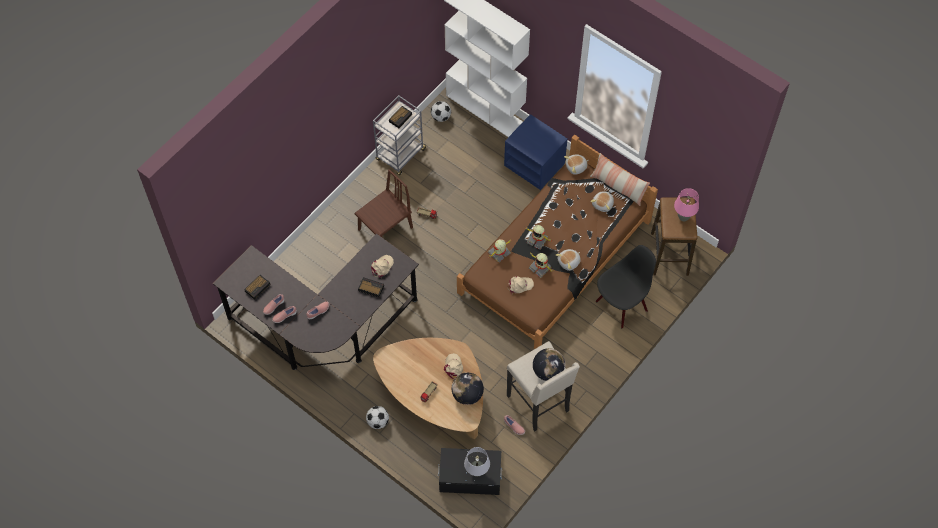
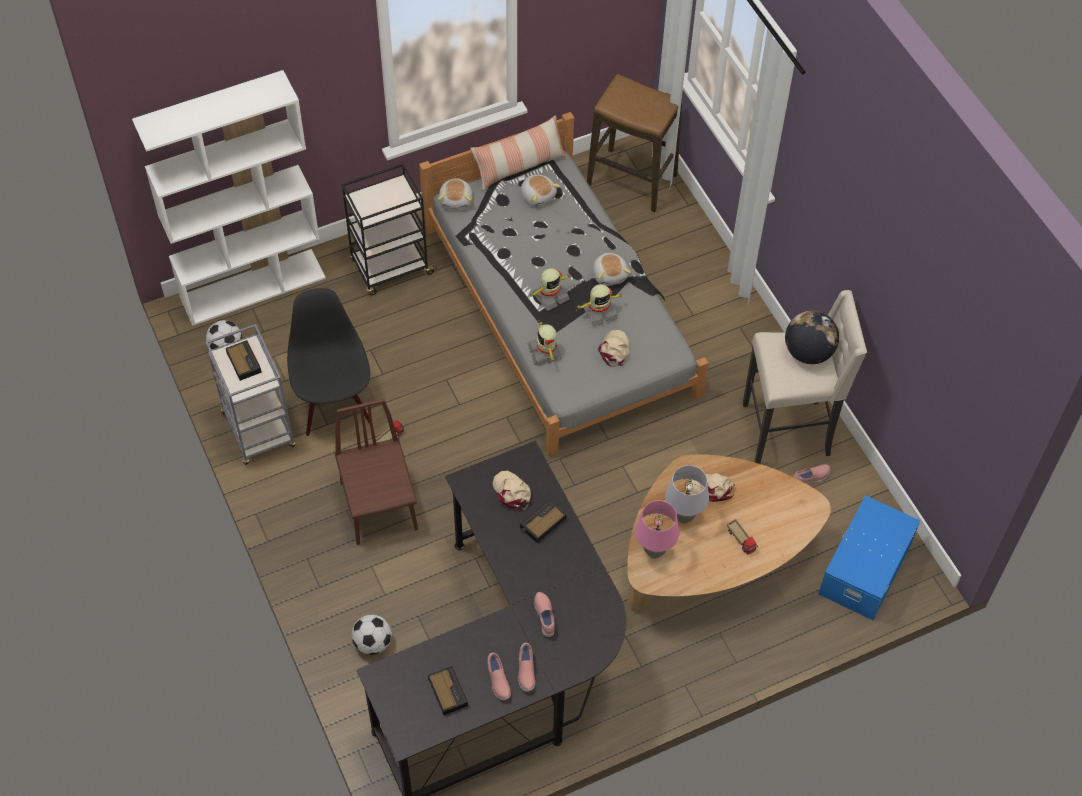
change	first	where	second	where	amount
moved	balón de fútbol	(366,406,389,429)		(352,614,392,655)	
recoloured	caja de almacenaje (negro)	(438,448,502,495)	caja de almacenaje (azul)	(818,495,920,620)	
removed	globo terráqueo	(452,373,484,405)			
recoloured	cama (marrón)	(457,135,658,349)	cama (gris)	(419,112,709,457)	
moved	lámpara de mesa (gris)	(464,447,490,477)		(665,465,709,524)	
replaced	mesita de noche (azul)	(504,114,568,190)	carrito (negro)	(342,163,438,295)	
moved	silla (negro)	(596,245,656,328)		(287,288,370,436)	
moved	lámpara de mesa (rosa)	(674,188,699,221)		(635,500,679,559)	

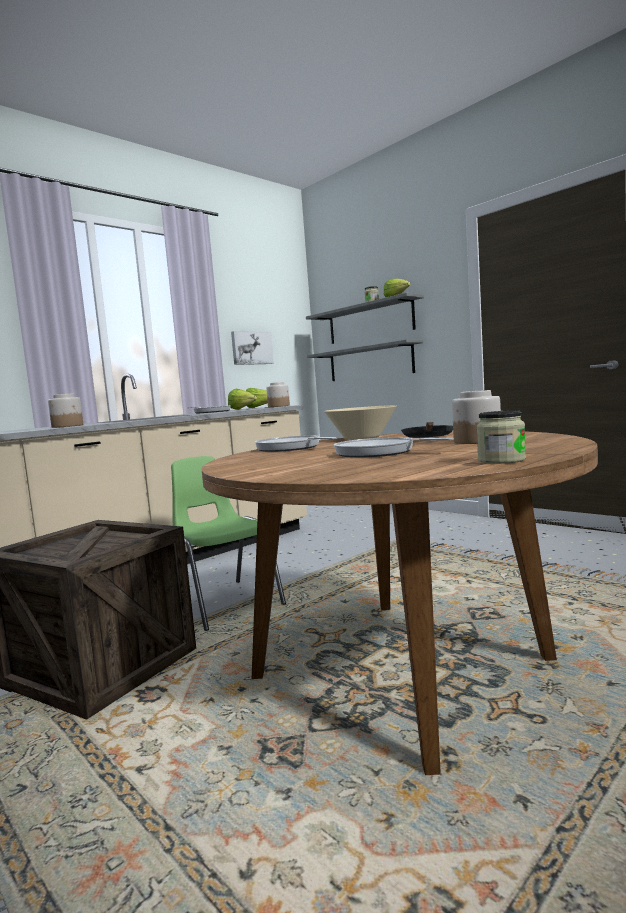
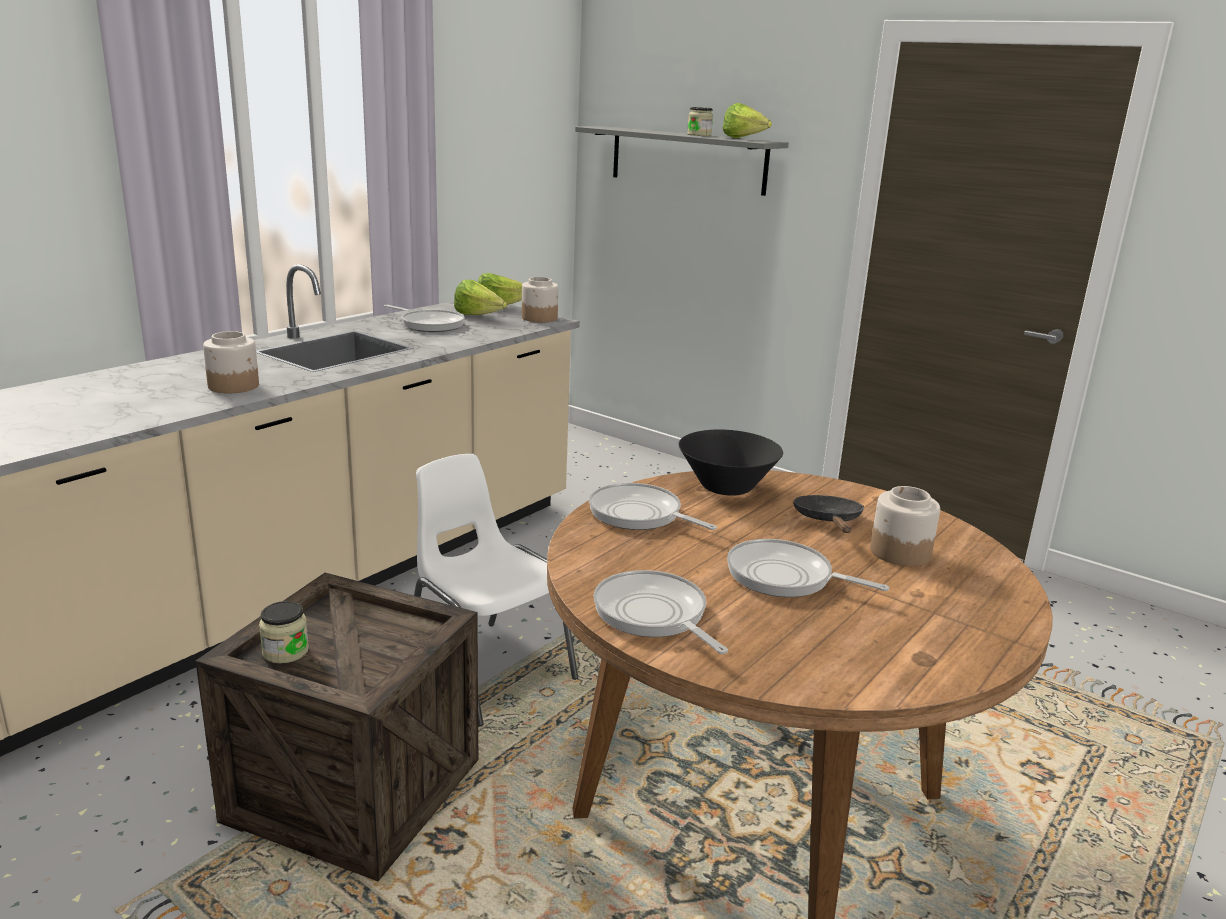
change	first	where	second	where	amount
recoloured	silla (verde)	(171,456,286,631)	silla (blanco)	(414,454,578,726)	
removed	cuadro	(231,331,274,365)			
removed	estante (gris)	(307,339,423,381)			
recoloured	cuenco (beis)	(324,405,397,440)	cuenco (negro)	(679,429,783,496)	
moved	tarro	(476,410,526,464)		(259,601,309,663)	
added			sartén	(593,570,728,654)	

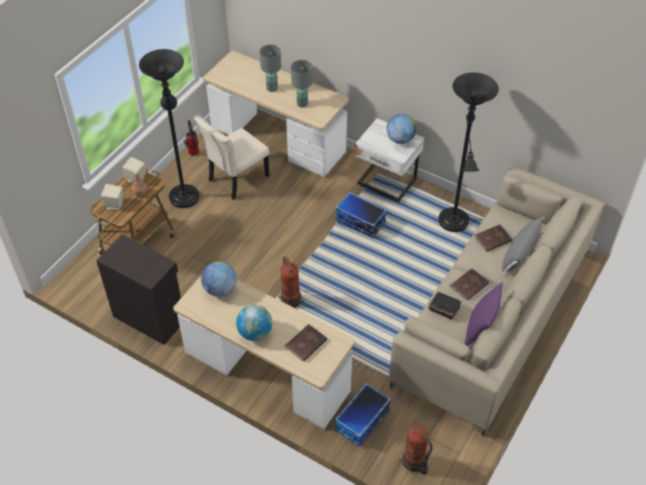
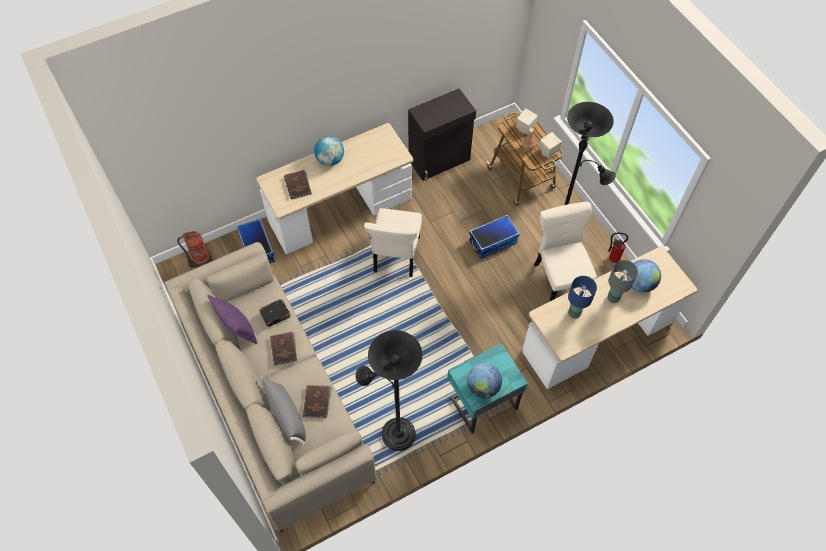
change	first	where	second	where	amount
moved	globo terráqueo	(201,262,237,297)		(627,259,661,292)	
replaced	extintor	(278,256,304,308)	silla (beis)	(364,208,422,277)	
recoloured	lámpara de mesa (gris)	(291,60,312,108)	lámpara de mesa (azul)	(568,276,597,318)	
moved	caja de almacenaje	(336,192,387,238)		(469,215,520,259)	
recoloured	mesita de noche (blanco)	(355,118,424,202)	mesita de noche (turquesa)	(448,343,528,433)	

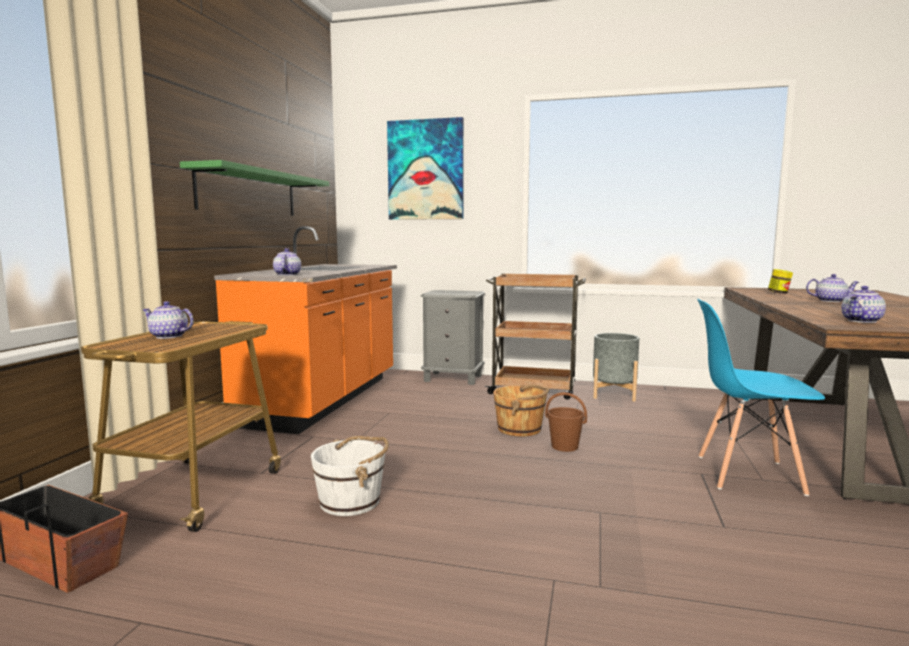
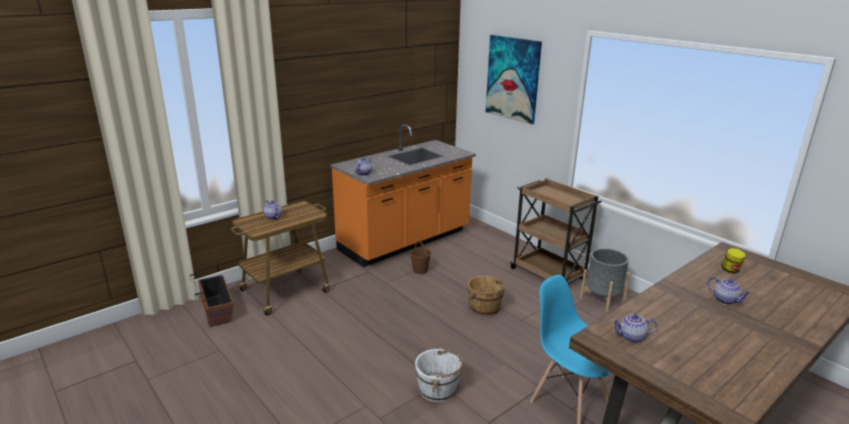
change	first	where	second	where	amount
removed	estante (verde)	(180,160,329,216)			
moved	cubo (blanco)	(311,436,389,516)		(415,347,464,402)	
removed	mesita de noche (gris)	(421,290,485,385)			
moved	cubo (marrón)	(545,392,587,452)		(410,241,431,274)	

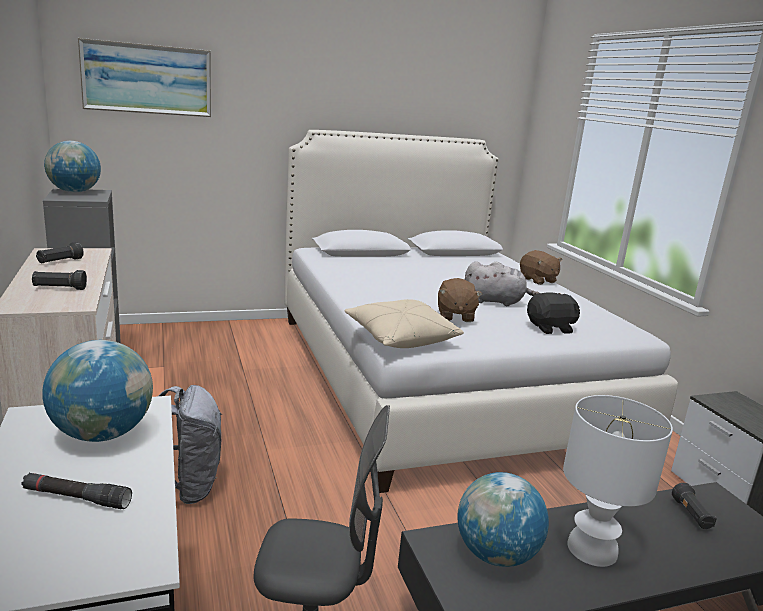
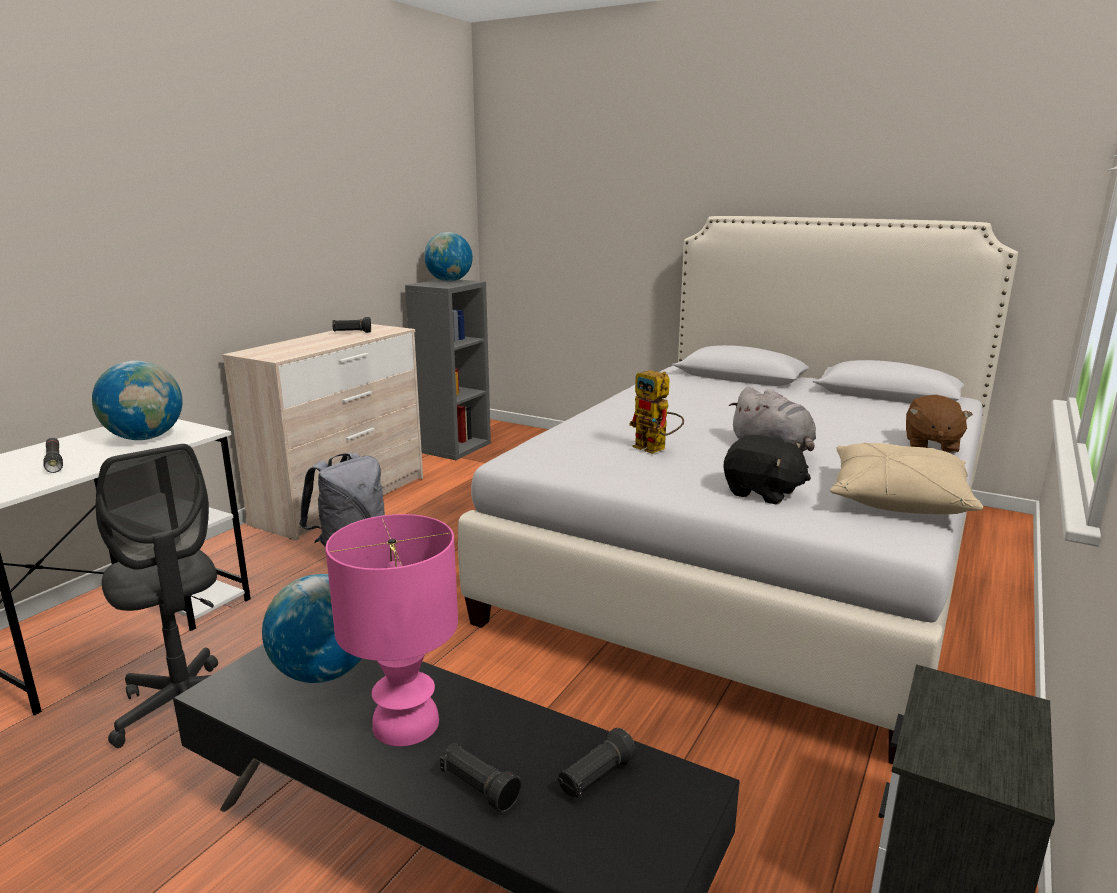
change	first	where	second	where	amount
moved	linterna (negro)	(32,270,87,290)		(440,743,521,812)	
removed	cuadro	(78,38,211,117)			
moved	cojín (beis)	(344,299,464,348)		(830,442,983,514)	
replaced	peluche (marrón)	(438,278,482,322)	robot de juguete	(629,370,684,454)	
recoloured	lámpara de mesa (blanco)	(563,395,673,567)	lámpara de mesa (rosa)	(325,514,458,746)	

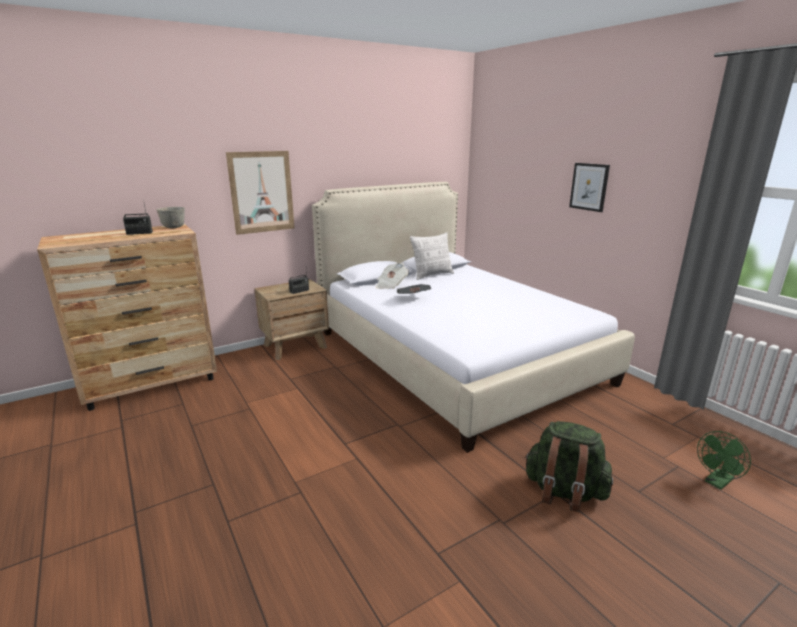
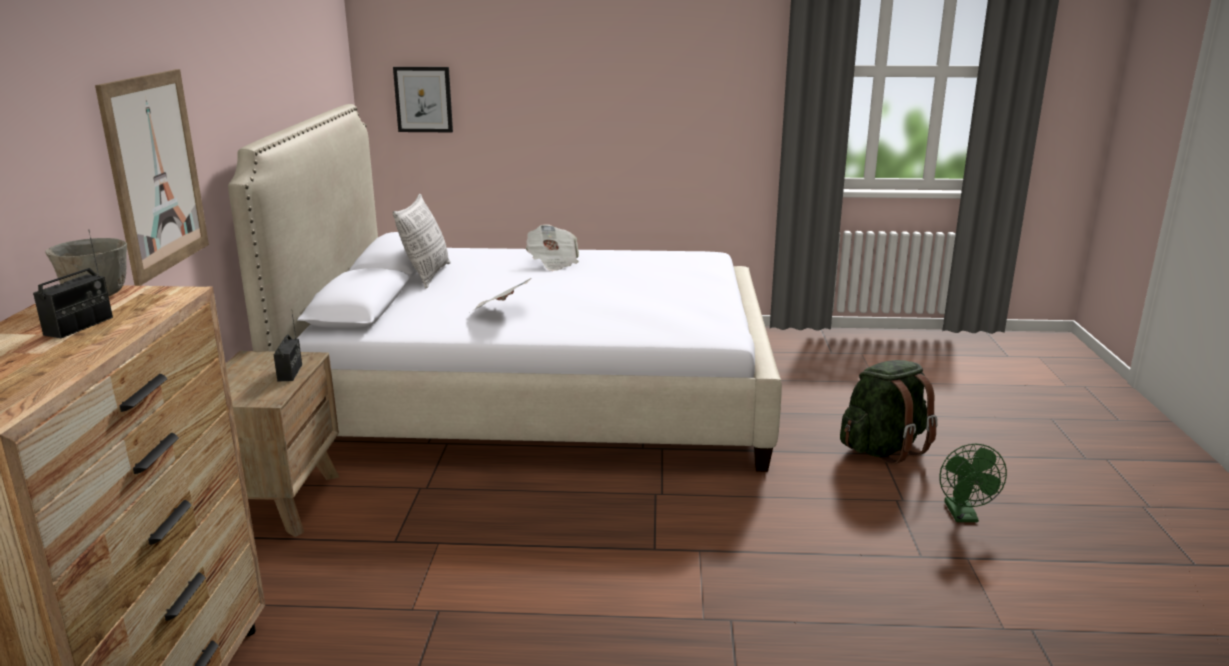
change	first	where	second	where	amount
moved	periódico	(375,263,409,289)		(526,224,579,271)	
moved	cuadro	(569,163,610,212)		(393,67,453,132)	
moved	ventilador (verde)	(697,431,751,490)		(939,444,1007,522)	

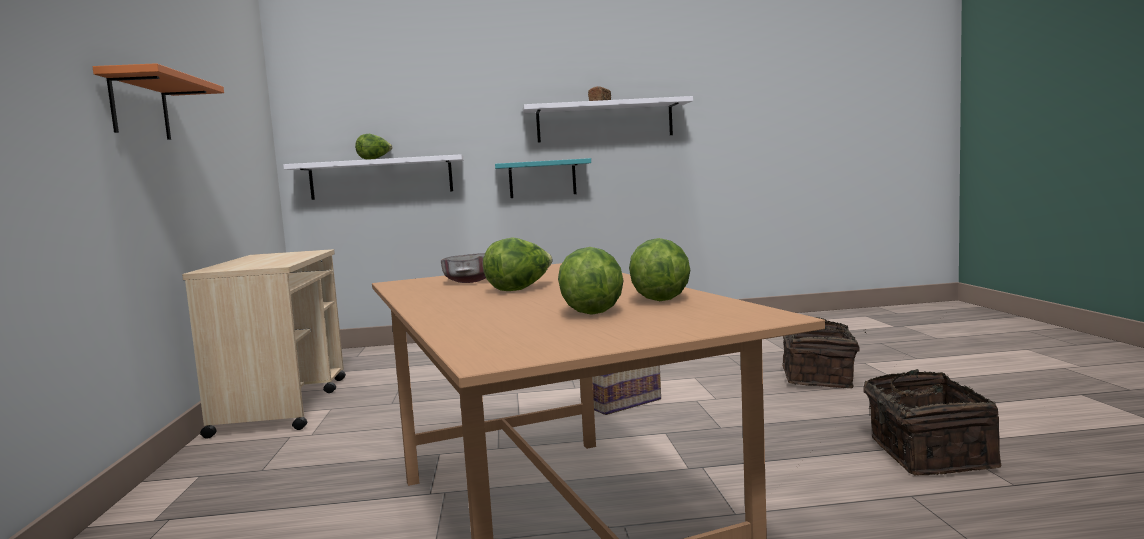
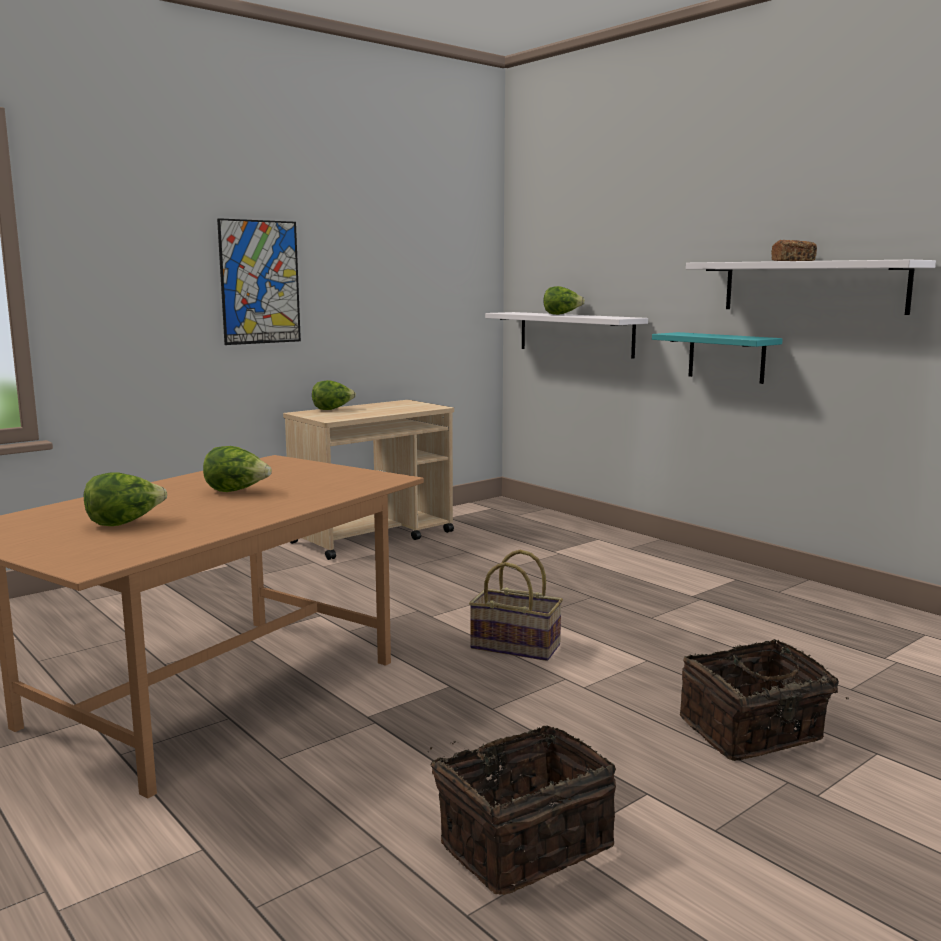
change	first	where	second	where	amount
replaced	estante (naranja)	(93,63,224,140)	cuadro	(217,218,301,345)	
removed	cuenco (gris)	(441,253,486,283)			
moved	lechuga	(629,238,690,301)		(312,380,356,410)	

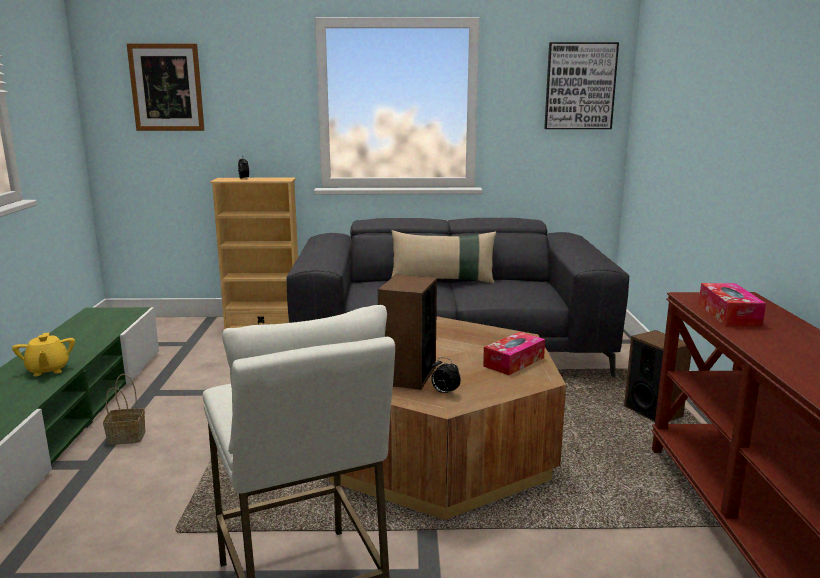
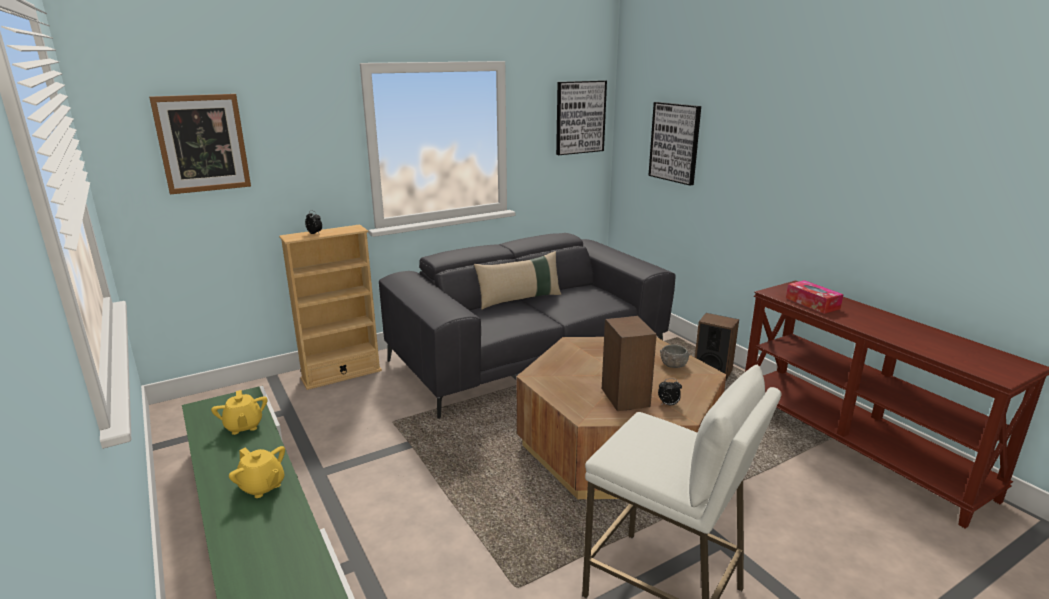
change	first	where	second	where	amount
removed	cesta	(103,374,146,444)			
replaced	caja de pañuelos	(483,332,545,375)	cuenco (gris)	(660,344,690,368)	
added			tetera (amarillo)	(211,390,268,435)	
added			cuadro	(648,102,701,186)	

